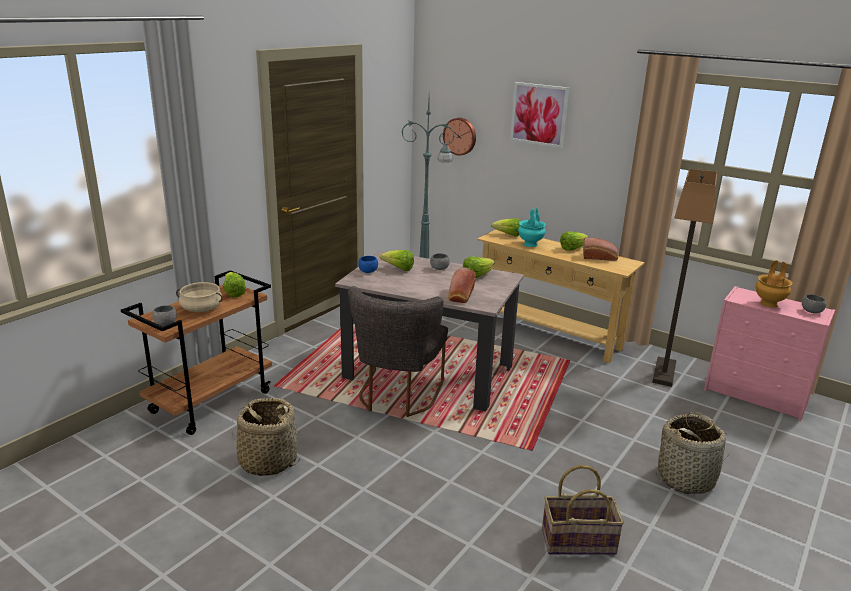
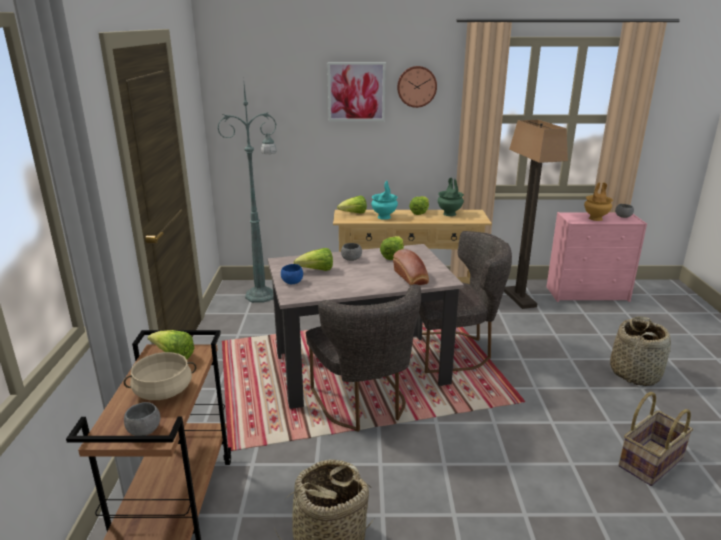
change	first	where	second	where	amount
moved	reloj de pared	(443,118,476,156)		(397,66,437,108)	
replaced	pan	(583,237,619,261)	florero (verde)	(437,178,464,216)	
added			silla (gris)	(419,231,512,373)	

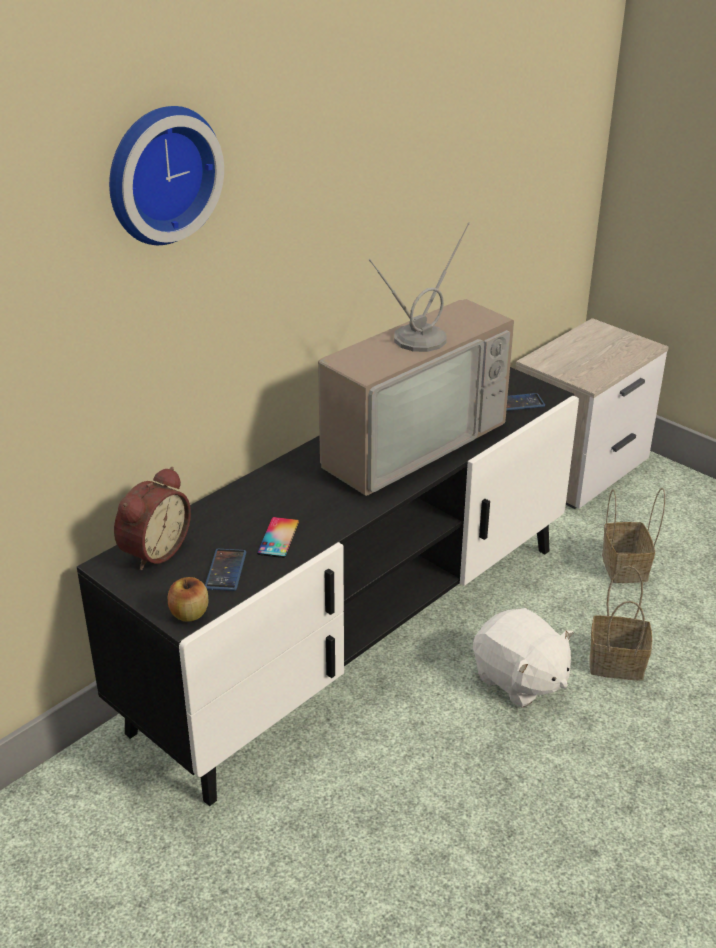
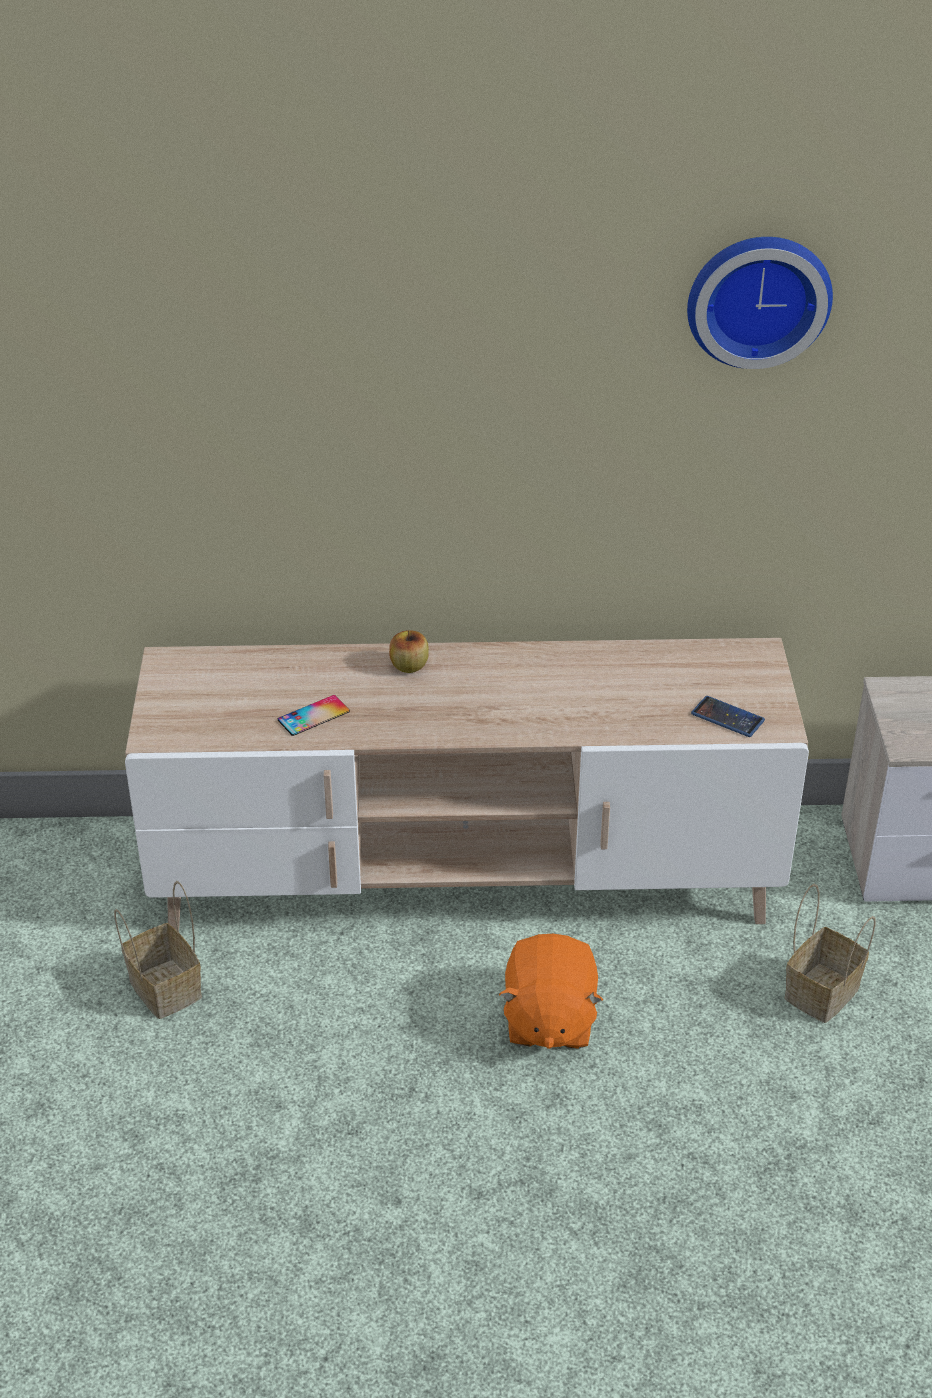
change	first	where	second	where	amount
recoloured	mueble de televisión (negro)	(77,367,579,806)	mueble de televisión (beis)	(125,638,809,931)	
moved	reloj de pared	(109,106,224,245)		(687,237,833,369)	
removed	despertador	(114,467,191,570)			
moved	manzana	(168,577,208,622)		(389,630,429,673)	
removed	móvil	(205,549,246,591)			
removed	televisor	(318,222,514,496)			
recoloured	peluche (blanco)	(473,608,574,708)	peluche (naranja)	(499,934,603,1049)	
moved	cesta	(589,566,652,681)		(114,881,202,1019)	

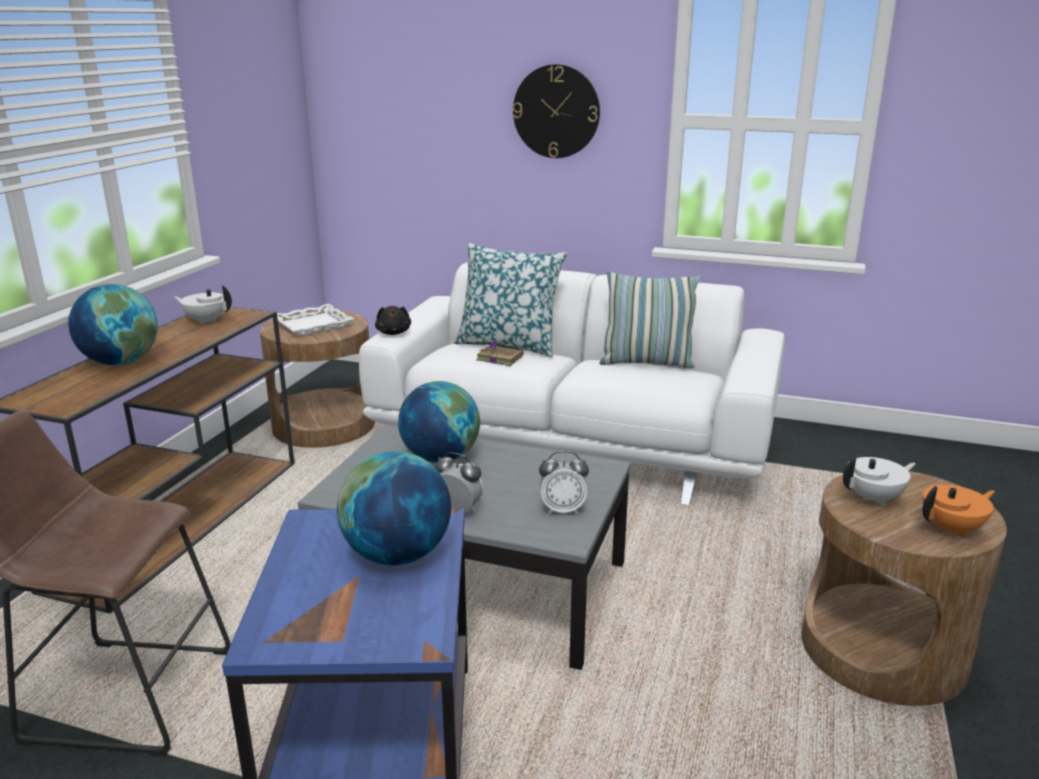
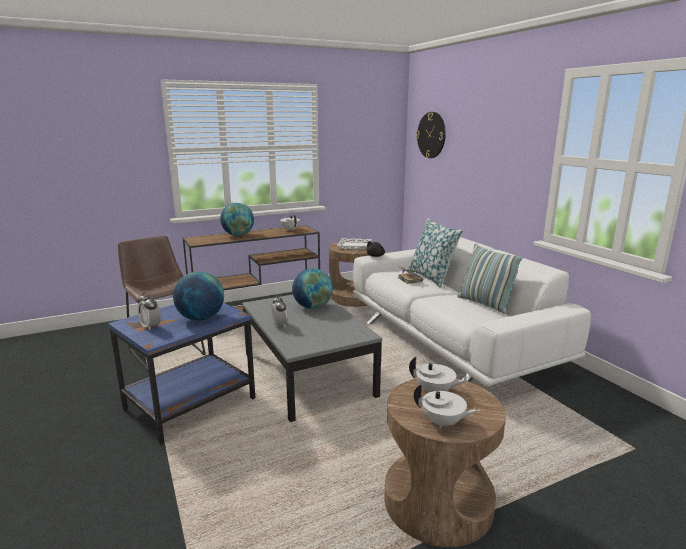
change	first	where	second	where	amount
moved	reloj de pared	(513,64,600,158)		(416,112,446,158)	
moved	despertador	(539,451,589,514)		(137,292,161,330)	
recoloured	tetera (naranja)	(922,485,995,538)	tetera (blanco)	(414,384,480,429)	

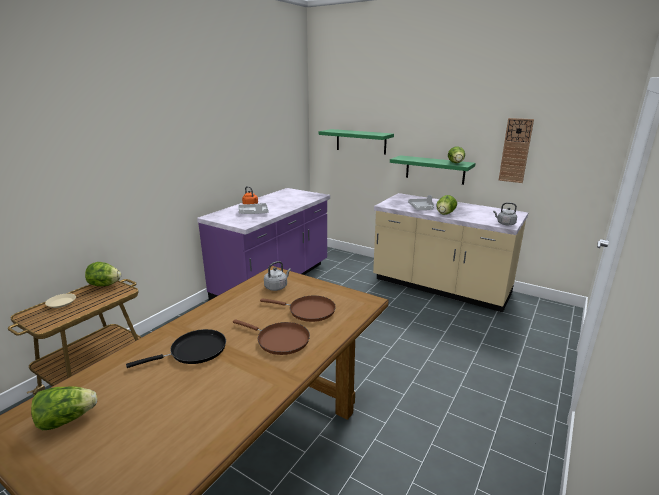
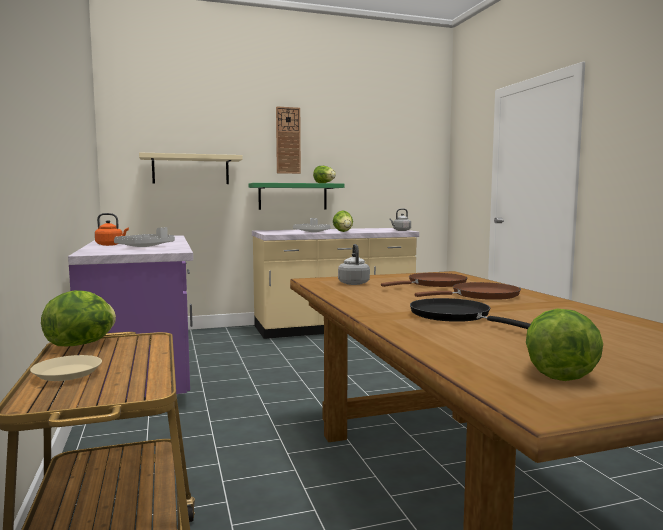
change	first	where	second	where	amount
turned	sartén (negro)	(126,329,226,368)		(410,298,531,329)	45 degrees counterclockwise
recoloured	estante (verde)	(318,129,394,155)	estante (beis)	(139,152,243,184)	
moved	reloj de pared	(499,118,534,183)		(276,106,301,174)	

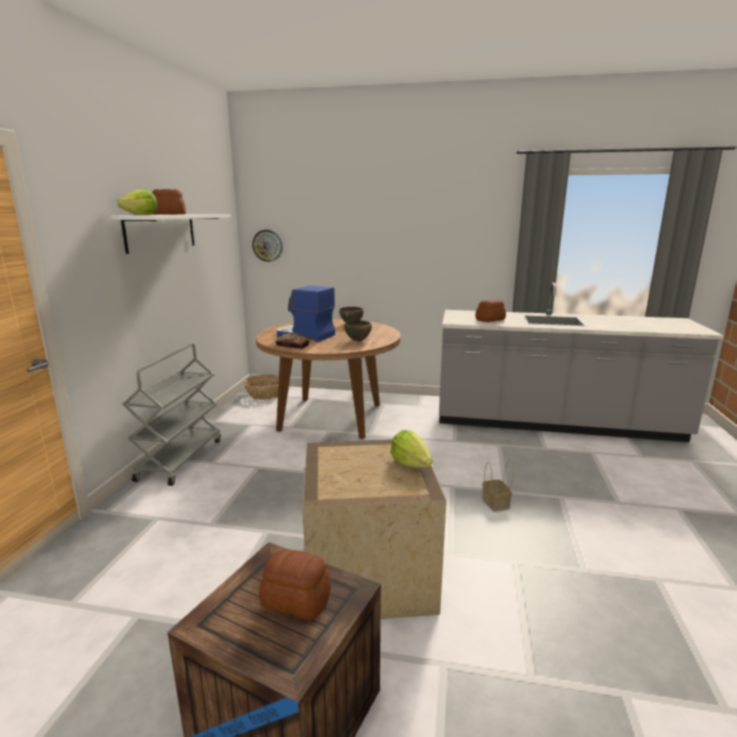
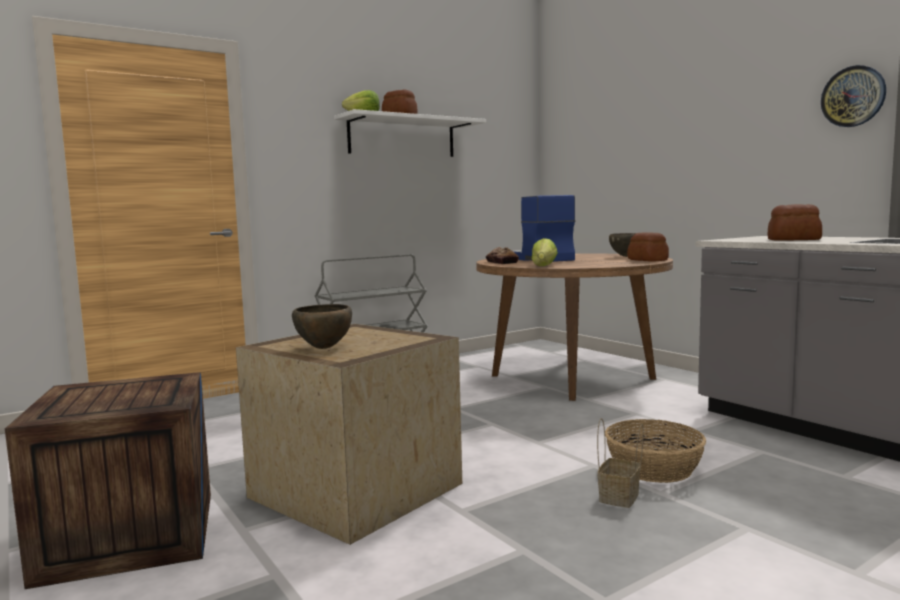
change	first	where	second	where	amount
moved	cesta	(244,374,279,400)		(605,419,706,483)	
moved	reloj de pared	(252,230,283,262)		(821,65,886,127)	
moved	pan	(259,549,331,620)		(627,232,669,262)	
moved	cuenco (marrón)	(344,320,372,342)		(292,304,352,349)	
moved	lechuga	(390,430,432,468)		(532,238,558,266)	

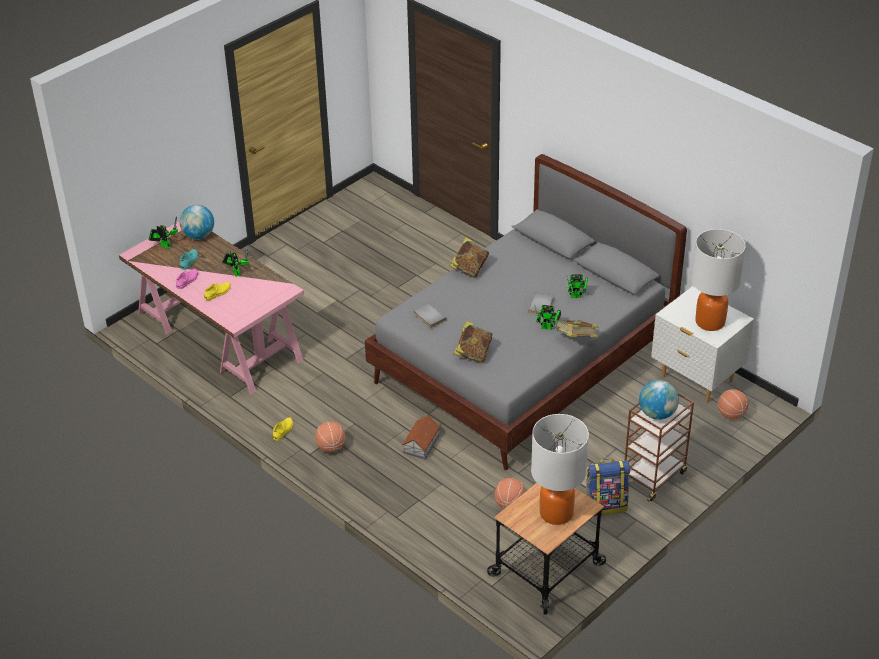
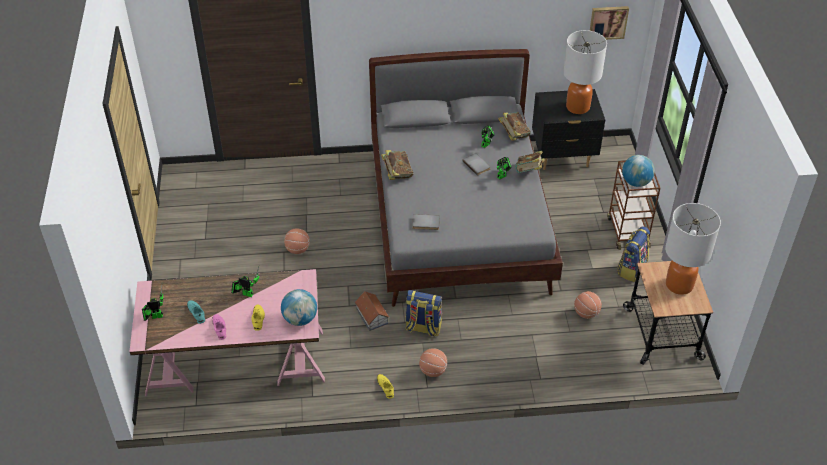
change	first	where	second	where	amount
moved	globo terráqueo	(180,205,214,239)		(281,289,317,326)	
moved	casita	(402,415,440,459)		(355,291,389,331)	
moved	libro	(454,321,492,363)		(498,112,531,141)	
recoloured	mesita de noche (blanco)	(651,286,754,403)	mesita de noche (negro)	(532,89,605,170)	
moved	balón de baloncesto	(718,389,748,420)		(284,229,310,254)	
added			mochila	(405,290,442,337)	
added			cuadro	(590,6,629,40)	

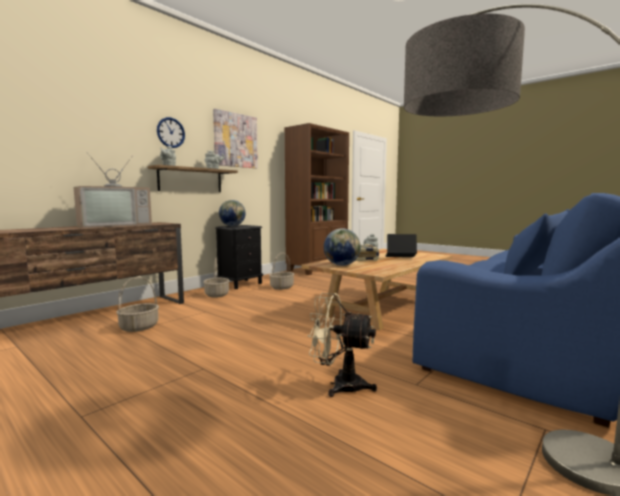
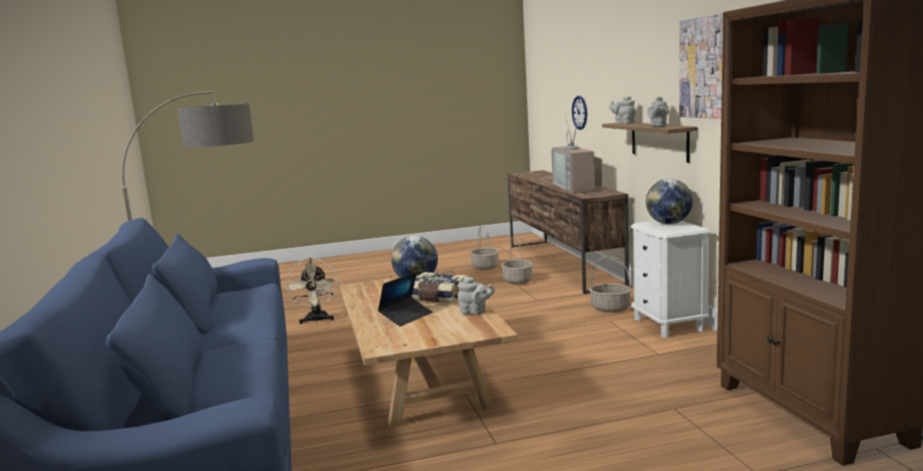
change	first	where	second	where	amount
moved	reloj de pared	(157,117,185,148)		(572,96,587,130)	
recoloured	mesita de noche (negro)	(215,225,263,289)	mesita de noche (blanco)	(630,221,711,338)	
moved	cesta	(269,252,294,290)		(470,225,499,270)	
turned	ventilador (beis)	(308,293,377,397)		(286,258,337,324)	120 degrees clockwise

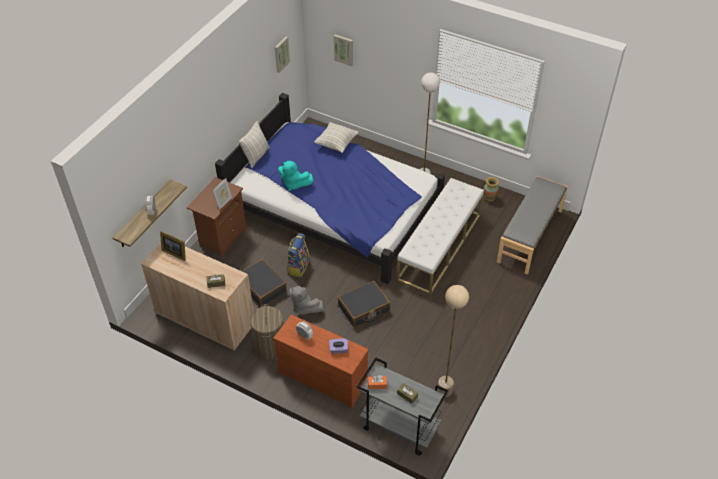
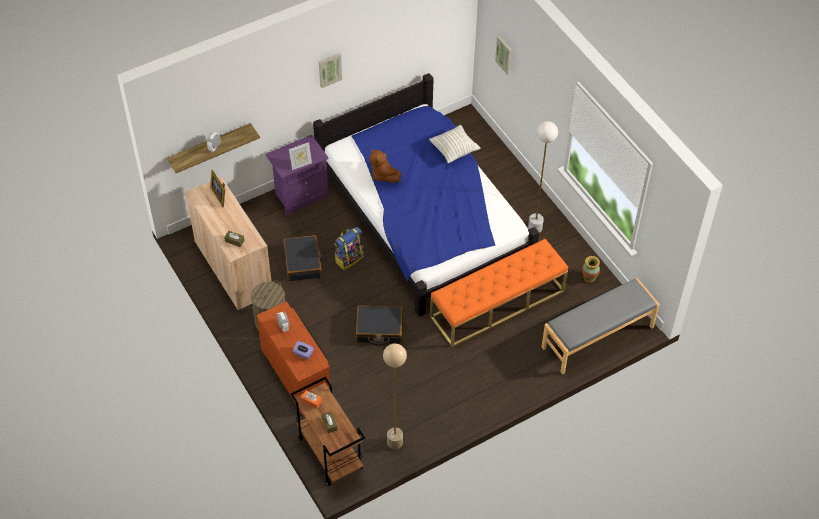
change	first	where	second	where	amount
recoloured	mesita de noche (marrón)	(187,177,247,257)	mesita de noche (morado)	(265,135,329,216)	
removed	cojín	(239,121,270,168)			
moved	cuadro	(275,36,290,73)		(319,53,342,88)	
recoloured	peluche (turquesa)	(278,161,314,191)	peluche (marrón)	(370,149,401,183)	
removed	peluche (gris)	(289,286,323,315)			
recoloured	carrito (gris)	(357,357,448,456)	carrito (marrón)	(290,377,365,486)	
recoloured	banco (blanco)	(396,178,484,295)	banco (naranja)	(430,239,568,347)	

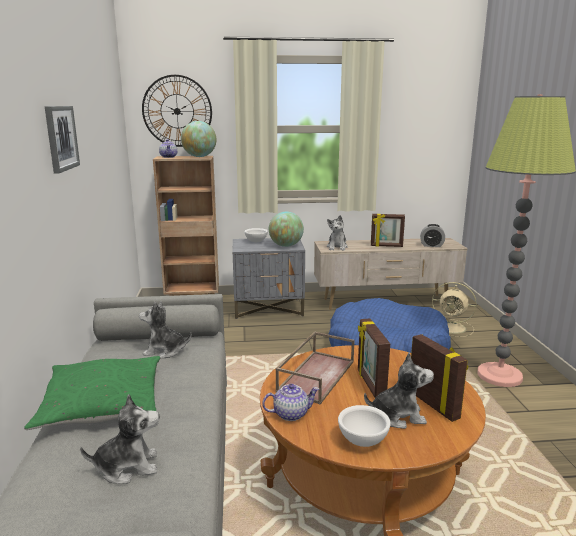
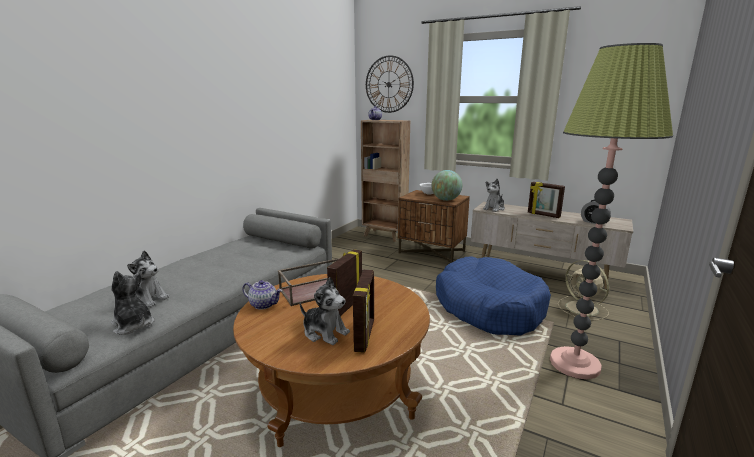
change	first	where	second	where	amount
removed	cojín (verde)	(24,356,160,430)			
removed	cuadro	(45,106,80,174)			
moved	peluche	(139,301,192,358)		(111,271,155,335)	
removed	globo terráqueo	(181,121,216,157)			
recoloured	mesita de noche (gris)	(233,238,305,319)	mesita de noche (marrón)	(398,190,470,263)	
removed	cuenco (blanco)	(338,405,391,447)			

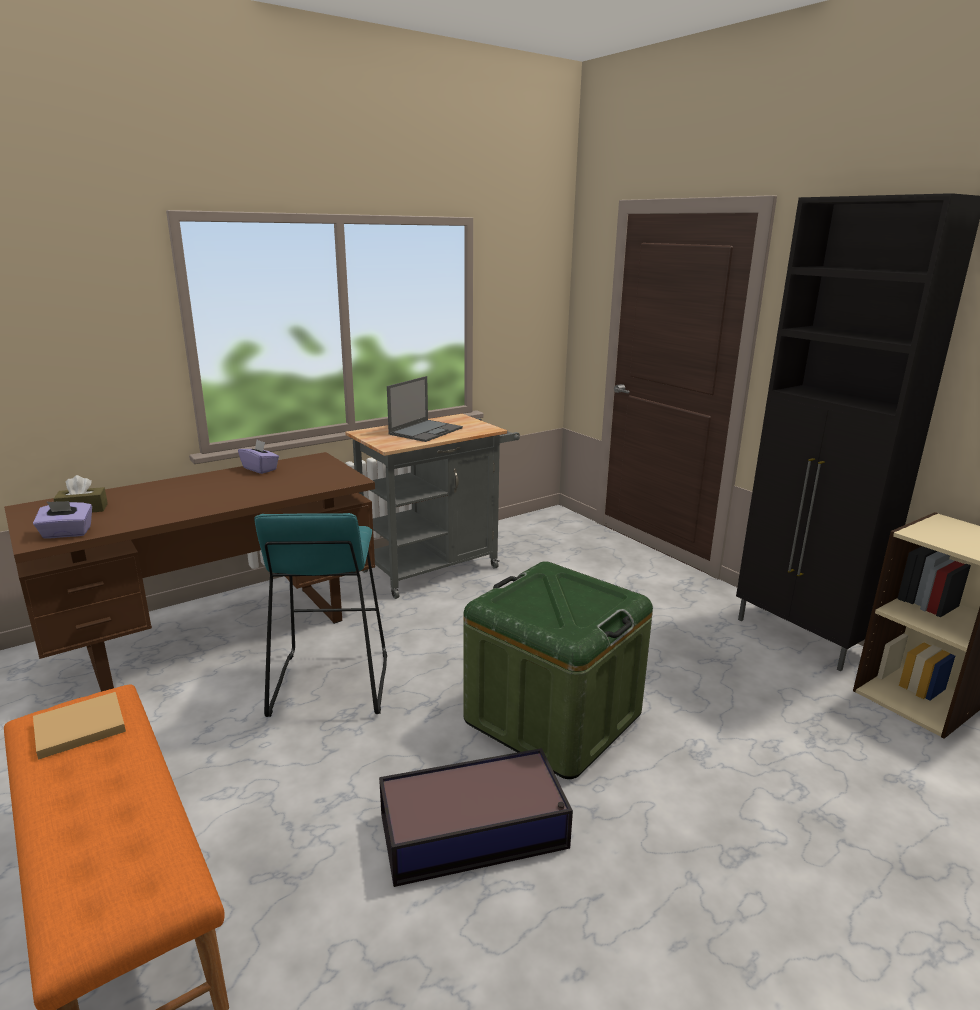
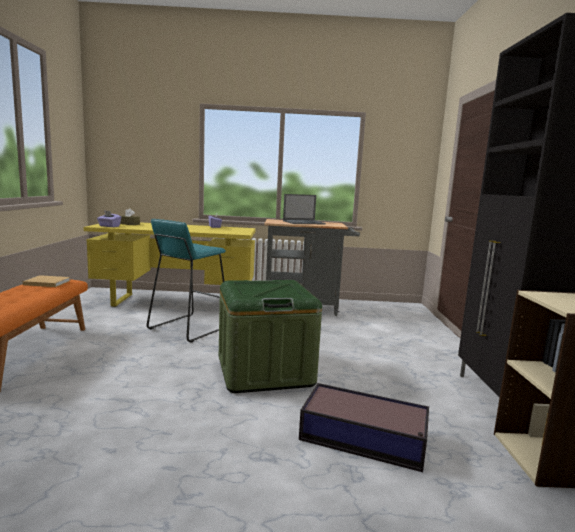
change	first	where	second	where	amount
recoloured	escritorio (marrón)	(4,452,375,692)	escritorio (amarillo)	(84,222,255,307)	
moved	caja de almacenaje	(379,748,573,887)		(299,383,429,472)	

